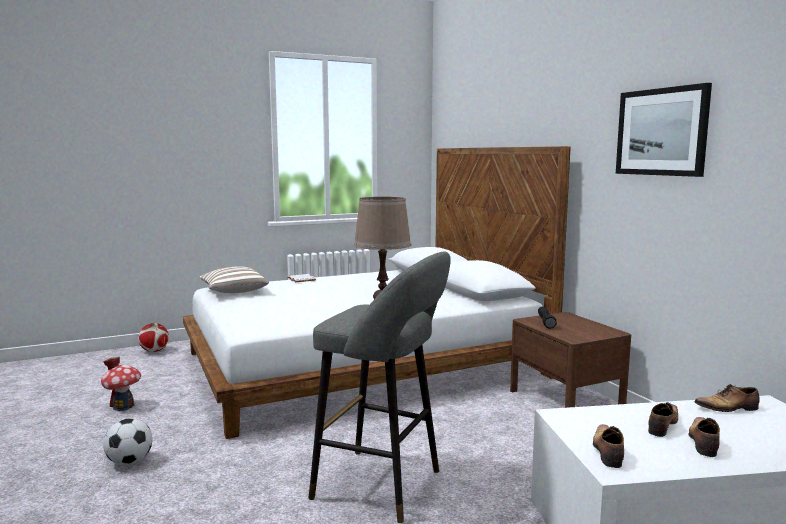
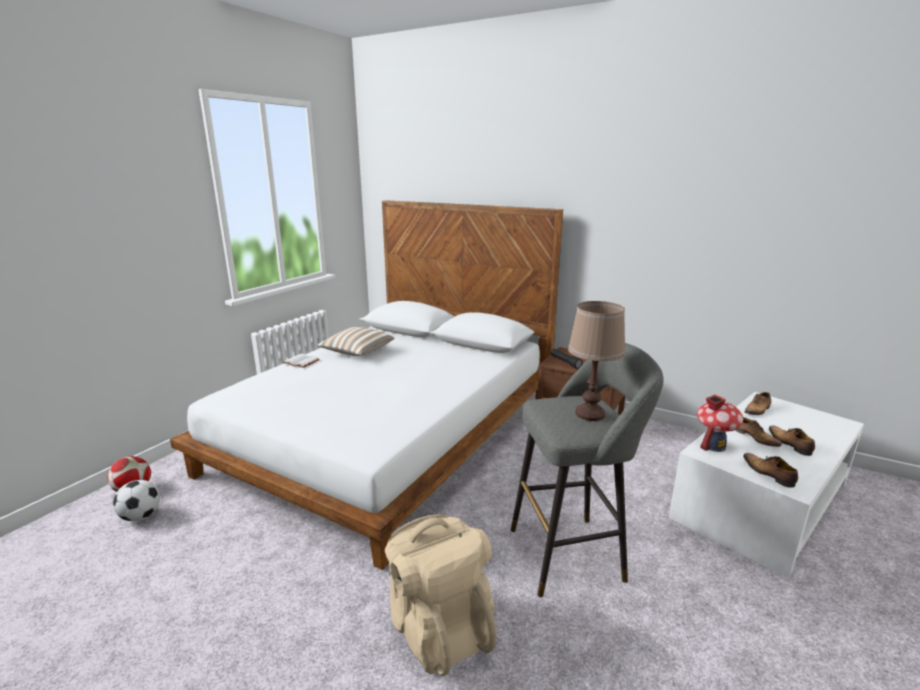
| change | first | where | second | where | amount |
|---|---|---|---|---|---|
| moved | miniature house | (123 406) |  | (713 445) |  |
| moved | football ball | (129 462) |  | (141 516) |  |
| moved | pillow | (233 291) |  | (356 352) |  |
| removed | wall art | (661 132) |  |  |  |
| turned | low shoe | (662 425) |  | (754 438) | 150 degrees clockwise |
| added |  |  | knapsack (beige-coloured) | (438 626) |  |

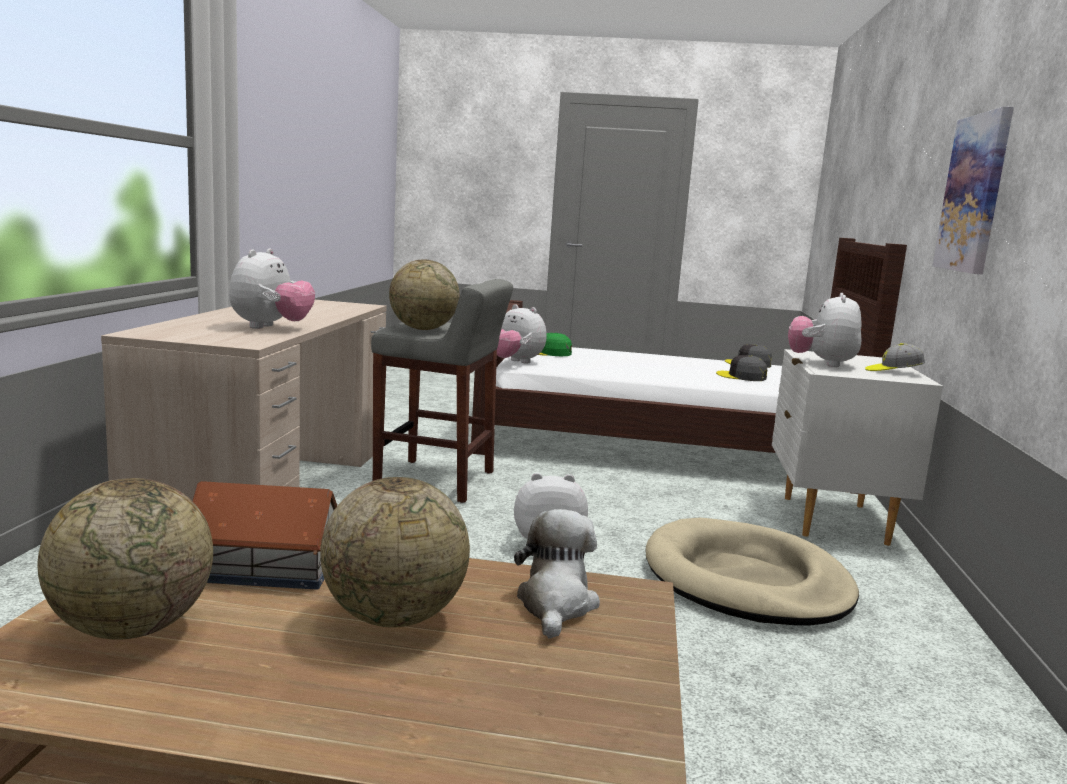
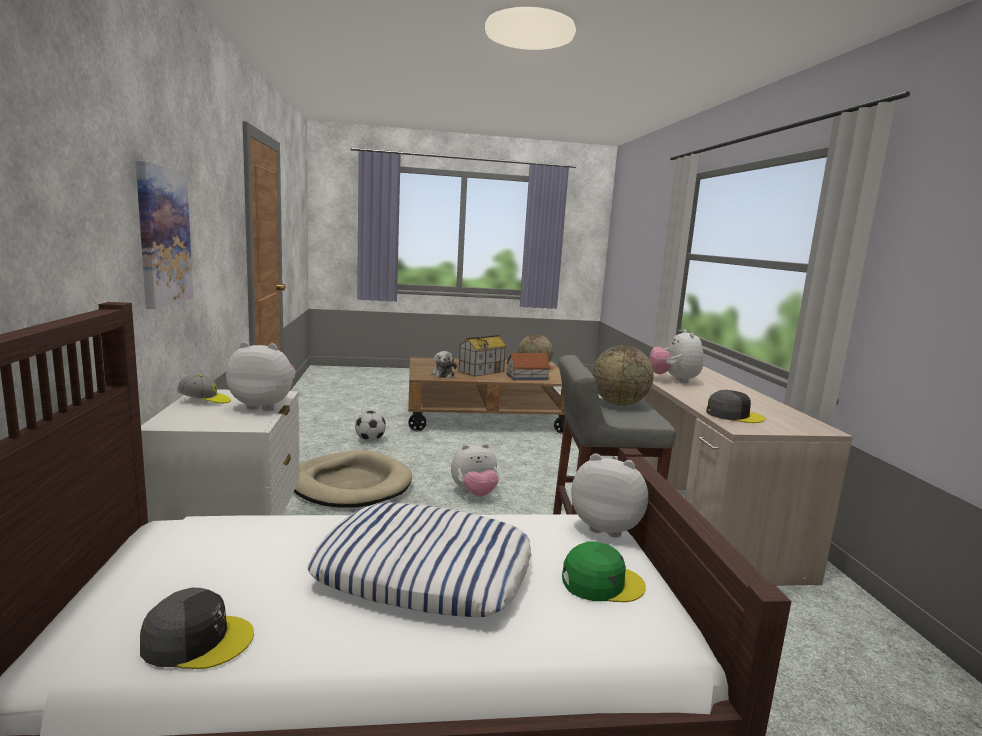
| change | first | where | second | where | amount |
|---|---|---|---|---|---|
| replaced | globe | (393 617) | miniature house | (481 371) |  |
| moved | baseball cap (gray) | (741 376) |  | (733 415) |  |
| turned | soft toy | (821 363) |  | (264 406) | 90 degrees counterclockwise |
| added |  |  | pillow | (425 571) |  |
| added |  |  | football ball | (370 440) |  |

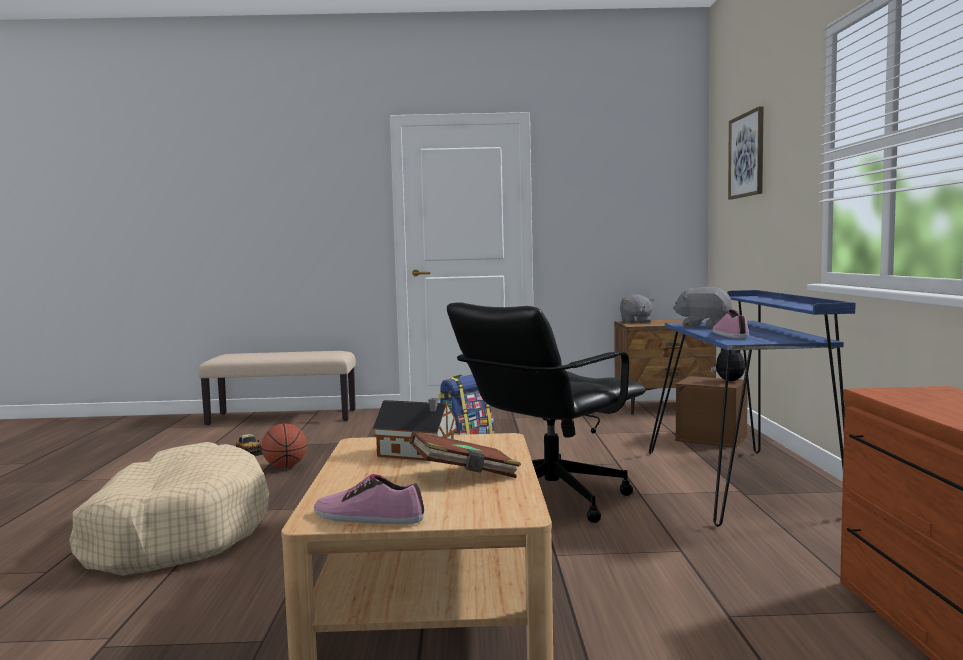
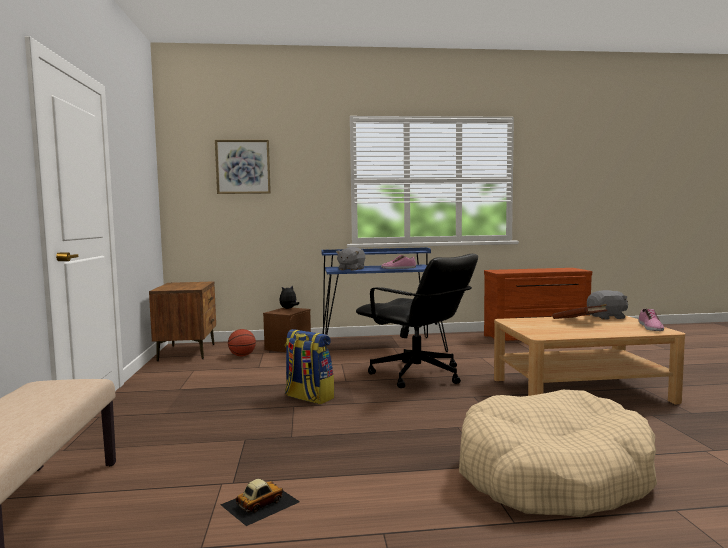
| change | first | where | second | where | amount |
|---|---|---|---|---|---|
| moved | ball for basketball | (285 467) |  | (242 356) |  |
| removed | miniature house | (418 453) |  |  |  |
| moved | soft toy (gray) | (635 322) |  | (607 317) |  |

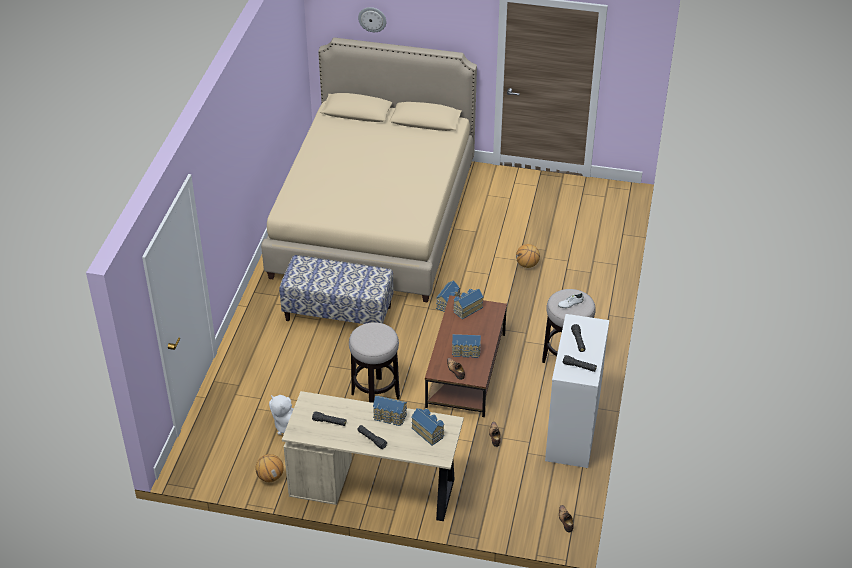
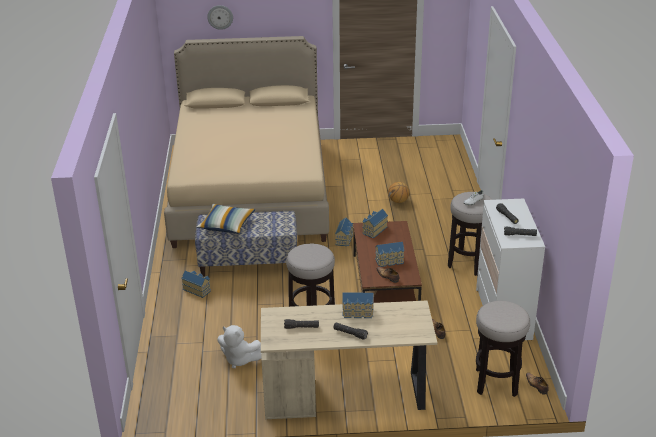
| change | first | where | second | where | amount |
|---|---|---|---|---|---|
| removed | ball for basketball | (270 477) |  |  |  |
| moved | miniature house | (428 432) |  | (197 289) |  |
| added |  |  | pillow | (227 225) |  |
| added |  |  | stool seat | (496 382) |  |

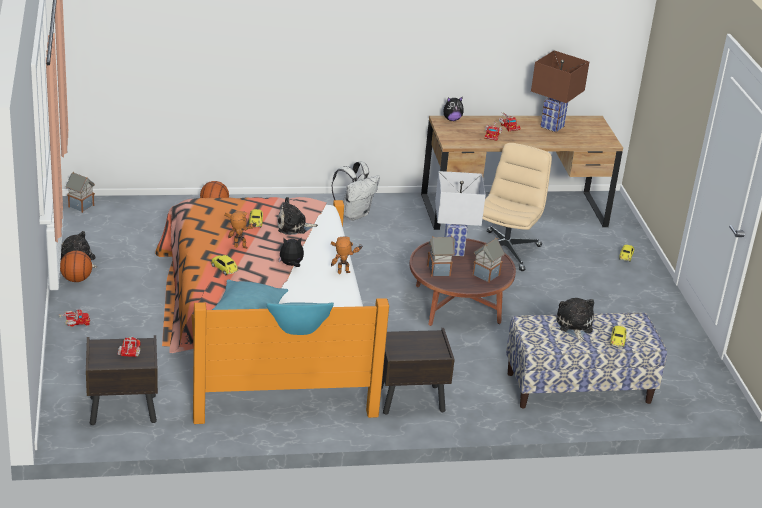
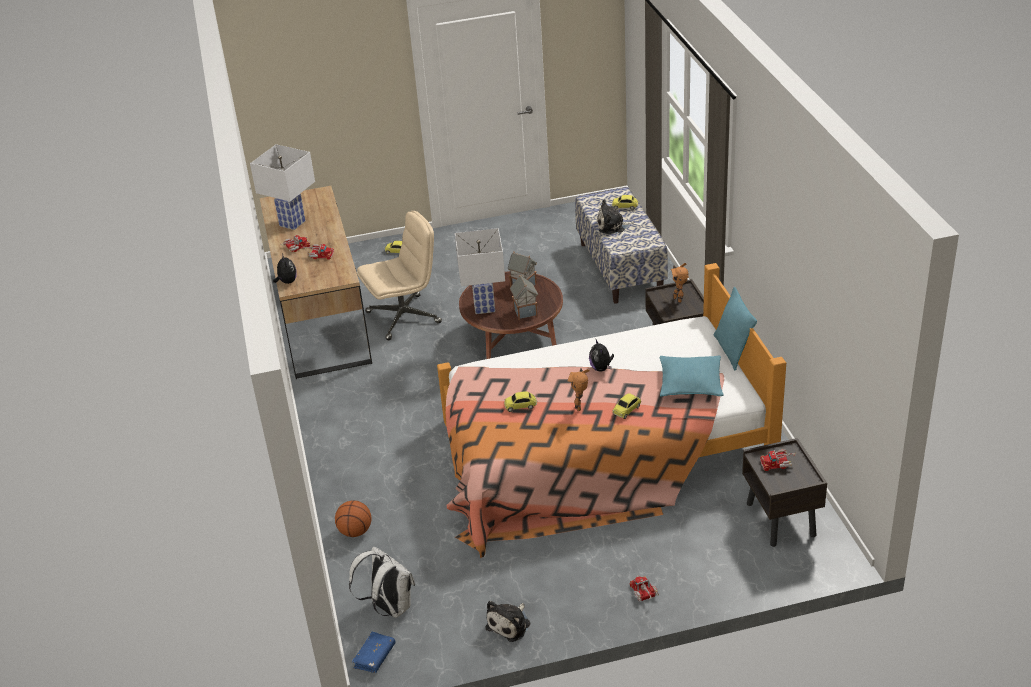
| change | first | where | second | where | amount |
|---|---|---|---|---|---|
| removed | ball for basketball | (76 279) |  |  |  |
| replaced | miniature house | (80 206) | bound book (bluish) | (374 657) |  |
| removed | soft toy | (294 227) |  |  |  |
| moved | knapsack (whitish) | (354 214) |  | (389 607) |  |
| moved | model robot | (344 274) |  | (678 299) |  |
| turned | computer chair (beige-coloured) | (505 250) |  | (404 317) | 135 degrees clockwise |
| recoloured | lamp for a table (brown) | (553 126) | lamp for a table (whitish) | (292 223) |  |

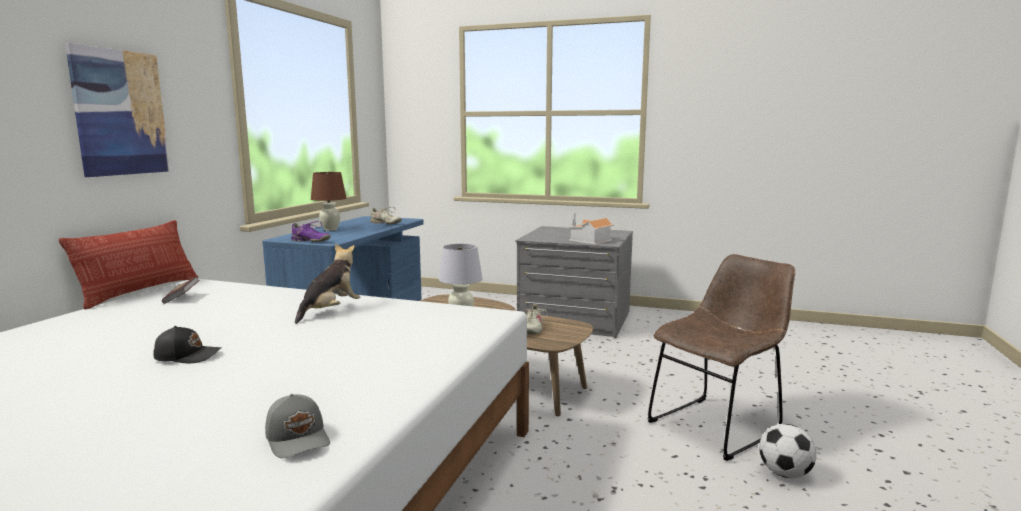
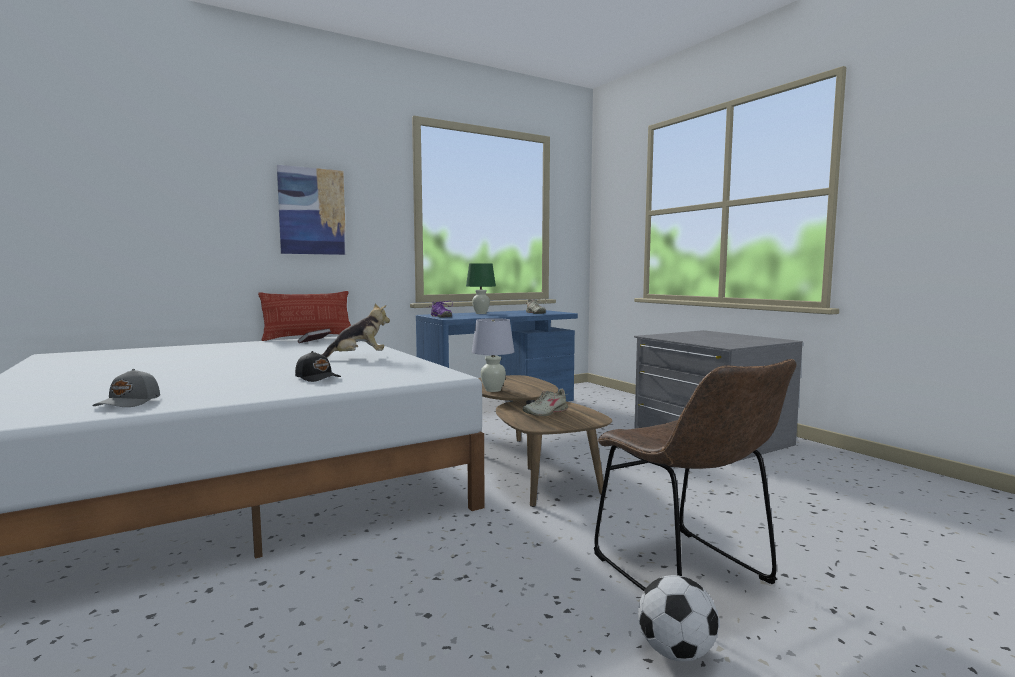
| change | first | where | second | where | amount |
|---|---|---|---|---|---|
| moved | baseball cap (black-coloured) | (188 355) |  | (318 377) |  |
| recoloured | lamp for a table (brown) | (330 229) | lamp for a table (green) | (480 313) |  |
| removed | miniature house | (589 241) |  |  |  |
| turned | plain chair (brown) | (718 425) |  | (687 574) | 60 degrees clockwise |

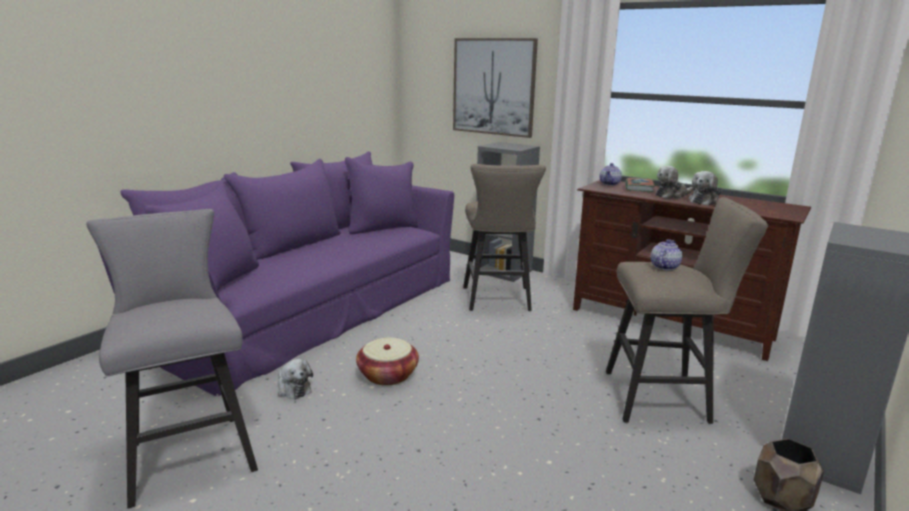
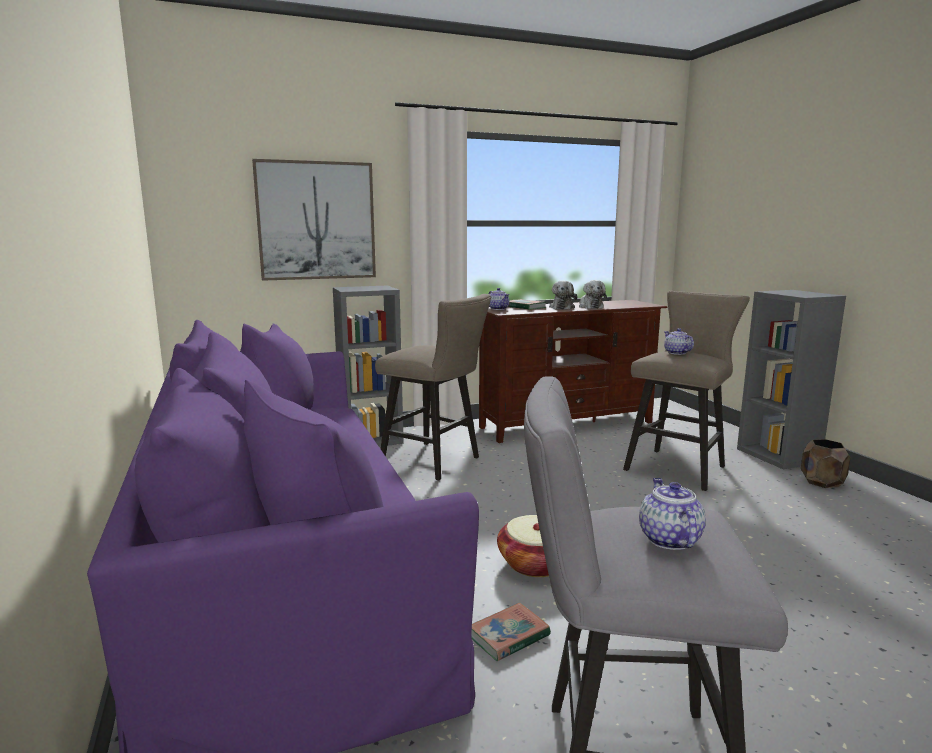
| change | first | where | second | where | amount |
|---|---|---|---|---|---|
| replaced | soft toy | (293 388) | bound book | (509 636) |  |
| added |  |  | tea pot | (668 539) |  |

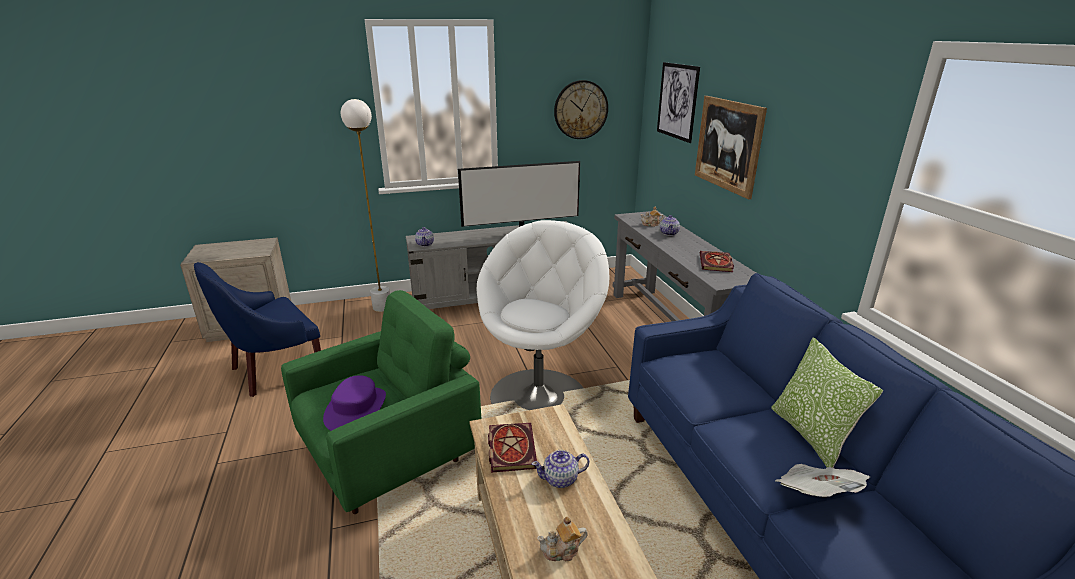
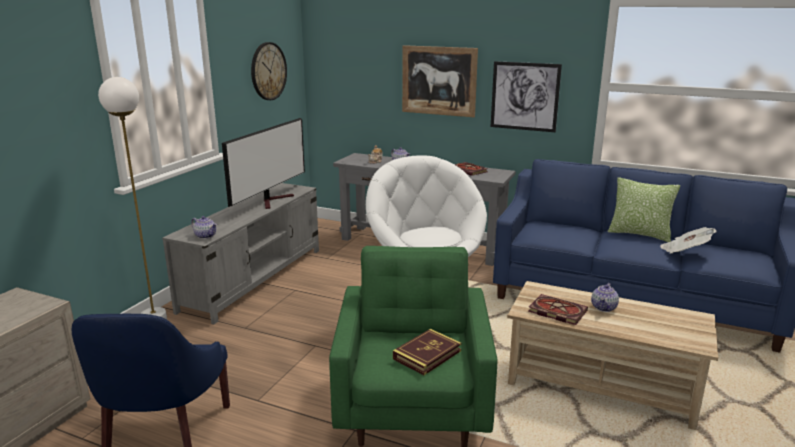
| change | first | where | second | where | amount |
|---|---|---|---|---|---|
| replaced | wearable hat (purplish) | (356 409) | bound book | (427 355) |  |
| removed | tea pot | (562 551) |  |  |  |
| moved | wall art | (677 101) |  | (524 96) |  |

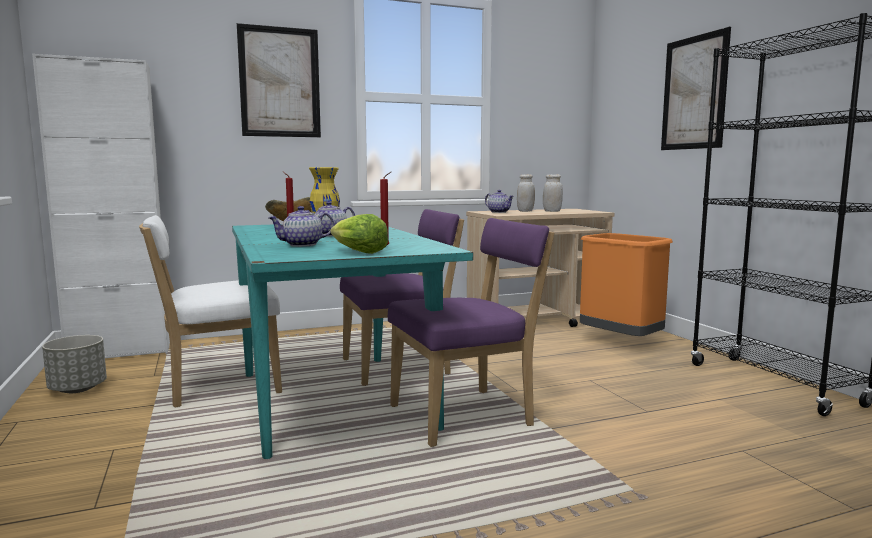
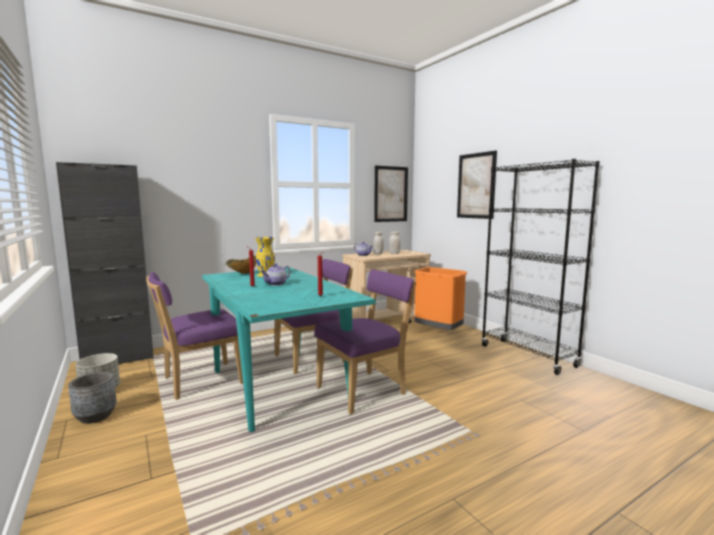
| change | first | where | second | where | amount |
|---|---|---|---|---|---|
| recoloured | storage cabinet (whitish) | (120 352) | storage cabinet (black-coloured) | (118 360) |  |
| recoloured | plain chair (whitish) | (218 386) | plain chair (purplish) | (199 381) |  |
| moved | wall art | (280 82) |  | (391 194) |  |
| removed | tea pot | (302 245) |  |  |  |
| removed | lettuce head | (358 252) |  |  |  |
| added |  |  | planter (gray) | (95 416) |  |

